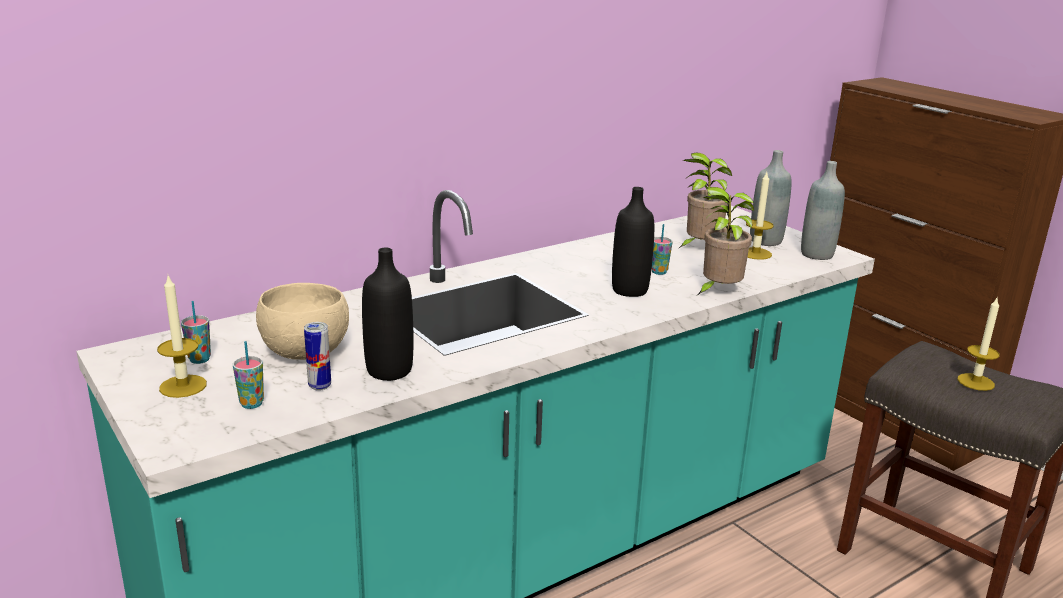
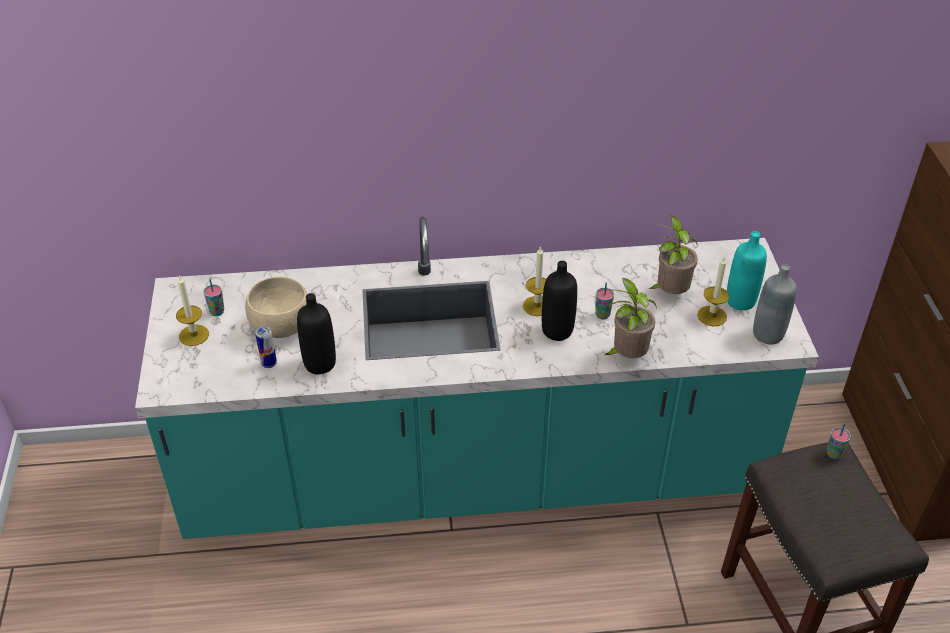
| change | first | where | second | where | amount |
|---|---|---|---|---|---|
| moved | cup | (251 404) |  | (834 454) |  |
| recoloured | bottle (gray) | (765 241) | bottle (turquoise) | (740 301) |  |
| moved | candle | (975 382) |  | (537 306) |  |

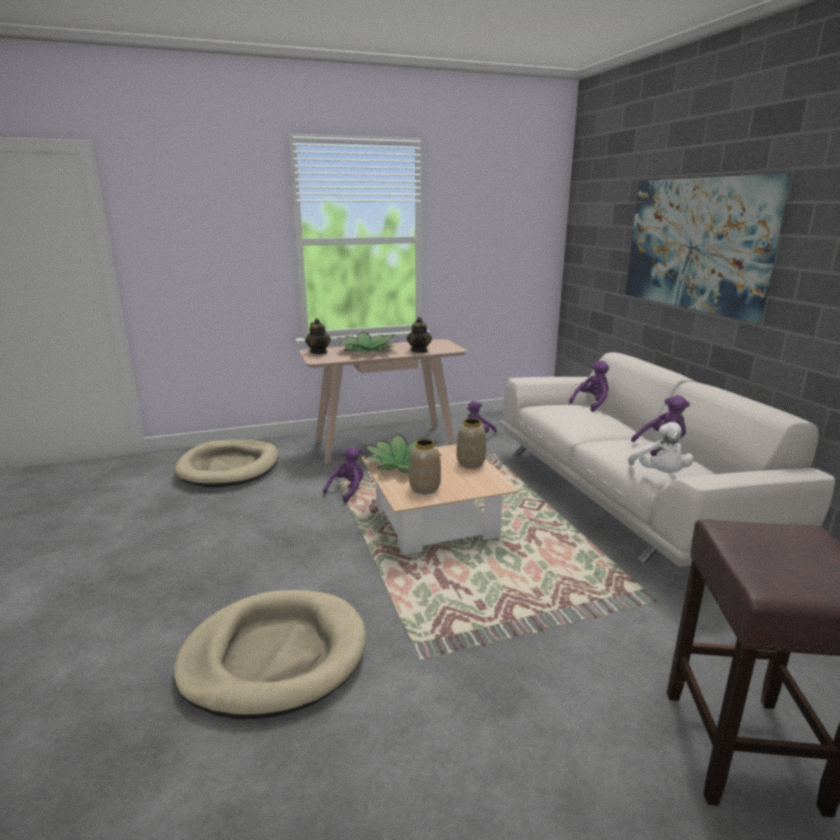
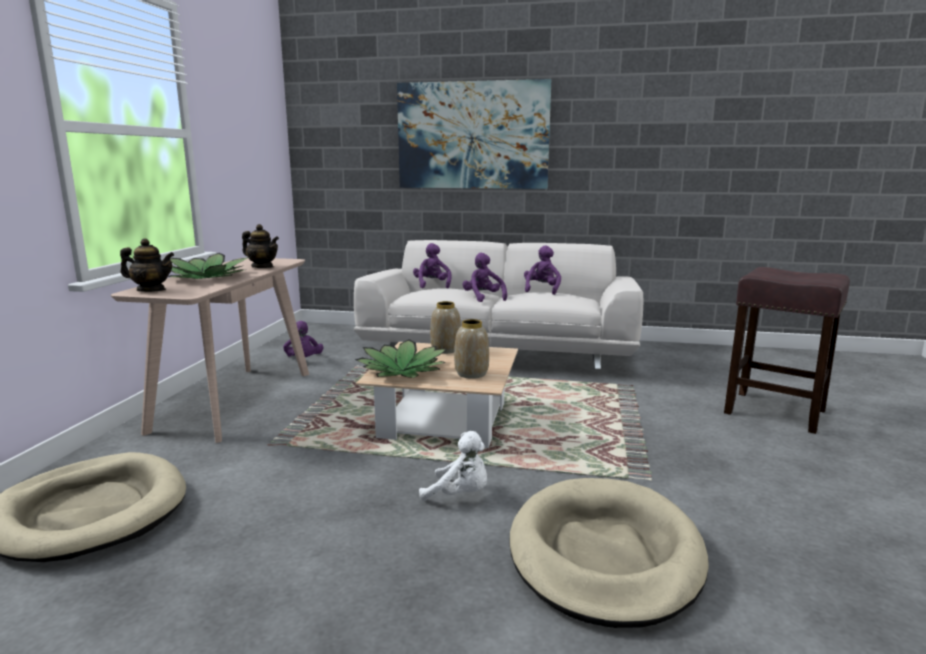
| change | first | where | second | where | amount |
|---|---|---|---|---|---|
| moved | soft toy (purplish) | (347 491) |  | (483 298) |  |
| moved | soft toy (whitish) | (660 474) |  | (460 495) |  |

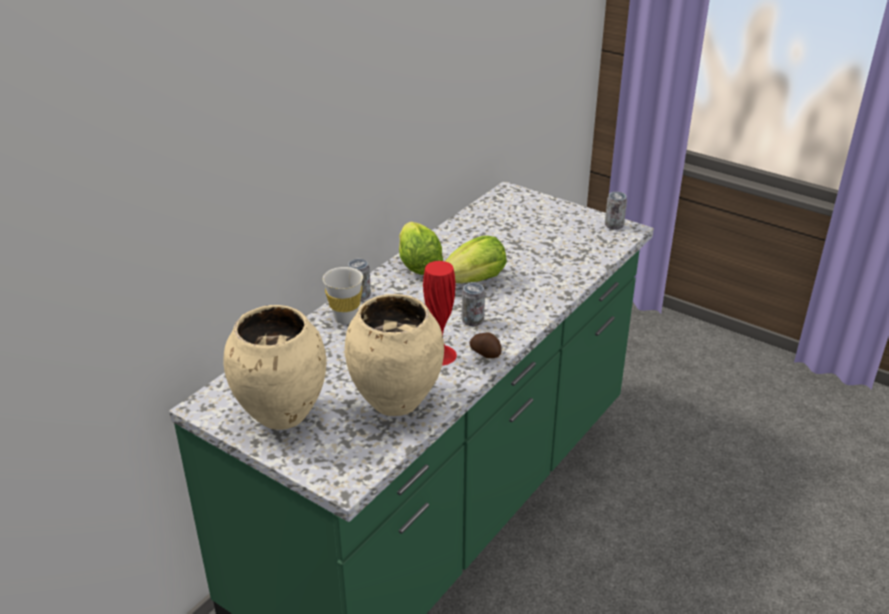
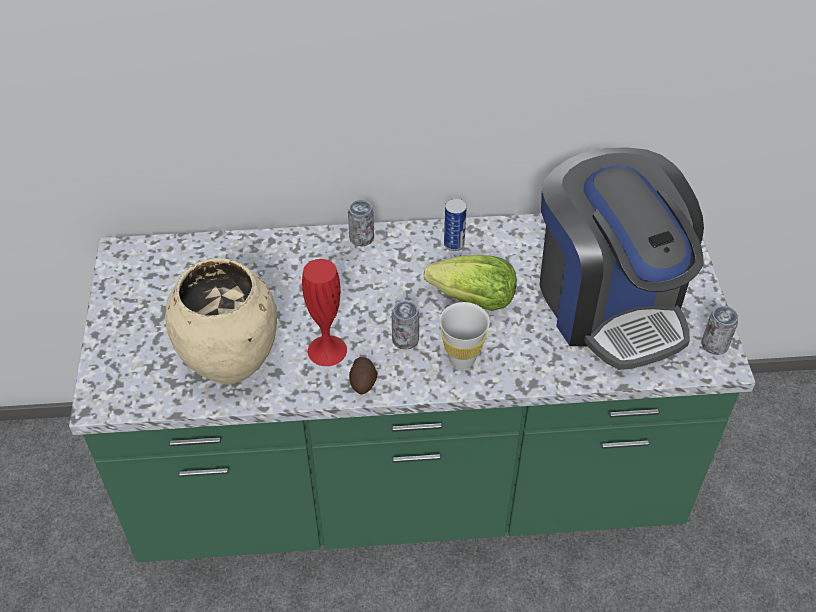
| change | first | where | second | where | amount |
|---|---|---|---|---|---|
| removed | vase (beige-coloured) | (283 415) |  |  |  |
| moved | cup (whitish) | (345 318) |  | (462 358) |  |
| replaced | lettuce head | (418 265) | can | (454 244) |  |
| added |  |  | coffee maker | (609 302) |  |

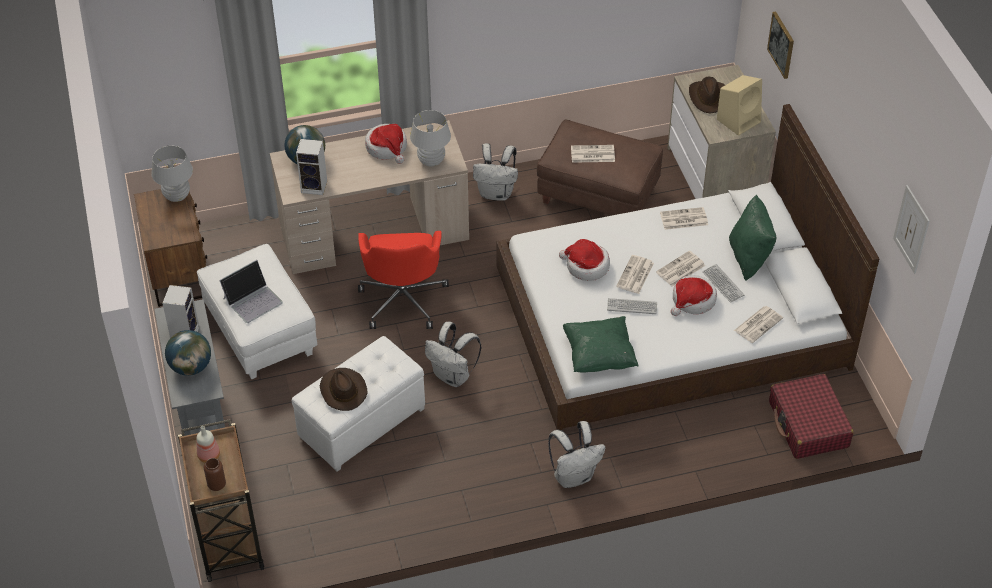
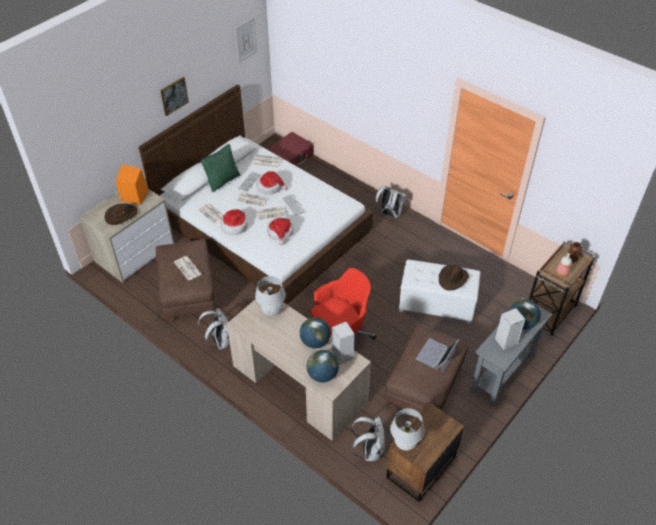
| change | first | where | second | where | amount |
|---|---|---|---|---|---|
| recoloured | footrest (whitish) | (261 333) | footrest (brown) | (424 387) |  |
| turned | laptop | (253 300) |  | (436 355) | 75 degrees counterclockwise |
| moved | wearable hat | (387 148) |  | (235 226) |  |
| moved | knapsack (whitish) | (453 376) |  | (369 450) |  |
| removed | pillow (green) | (599 356) |  |  |  |
| recoloured | loudspeaker (beige-coloured) | (739 120) | loudspeaker (orangey) | (134 196) |  |
| moved | wall art | (781 44) |  | (174 96) |  |
| added |  |  | globe | (315 342) |  |

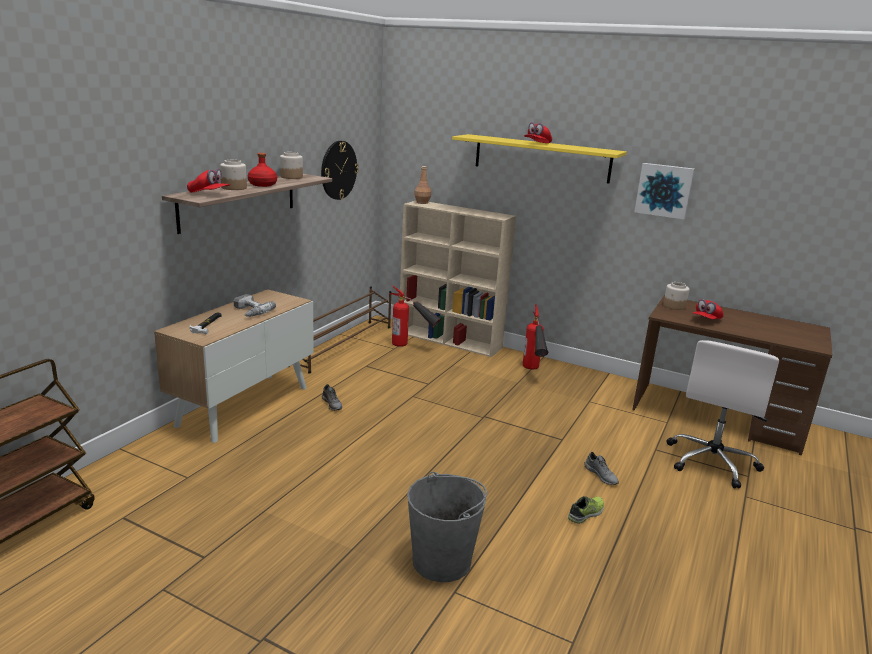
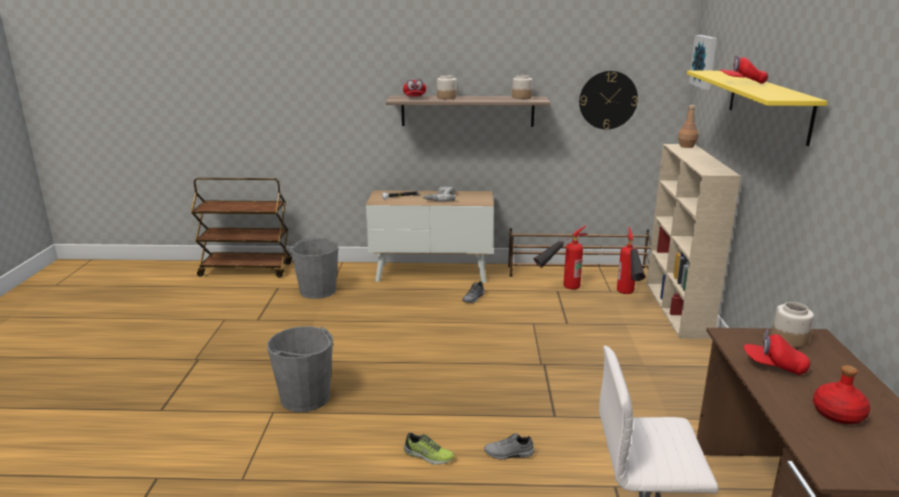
| change | first | where | second | where | amount |
|---|---|---|---|---|---|
| moved | bottle (red) | (263 184) |  | (838 414) |  |
| moved | fire-fighting cylinder | (533 373) |  | (559 289) |  |
| turned | low shoe (gray) | (601 475) |  | (508 454) | 60 degrees clockwise |
| moved | wall art | (664 190) |  | (705 61) |  |
| added |  |  | bucket (gray) | (318 290) |  |

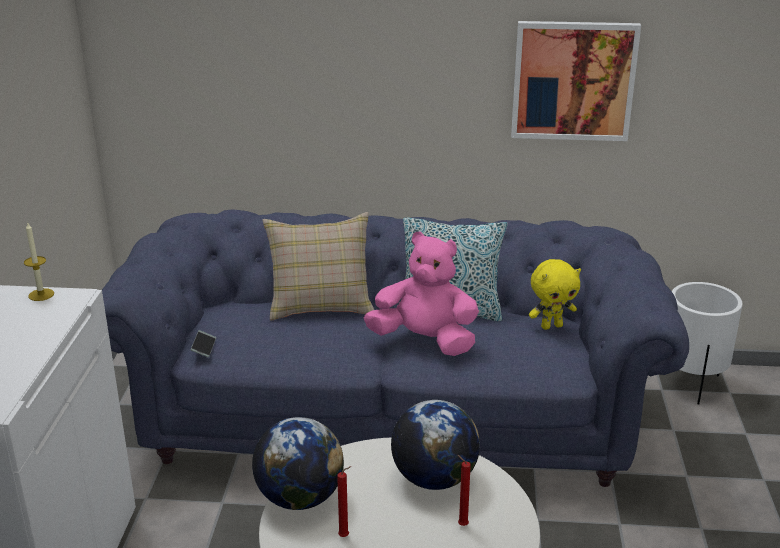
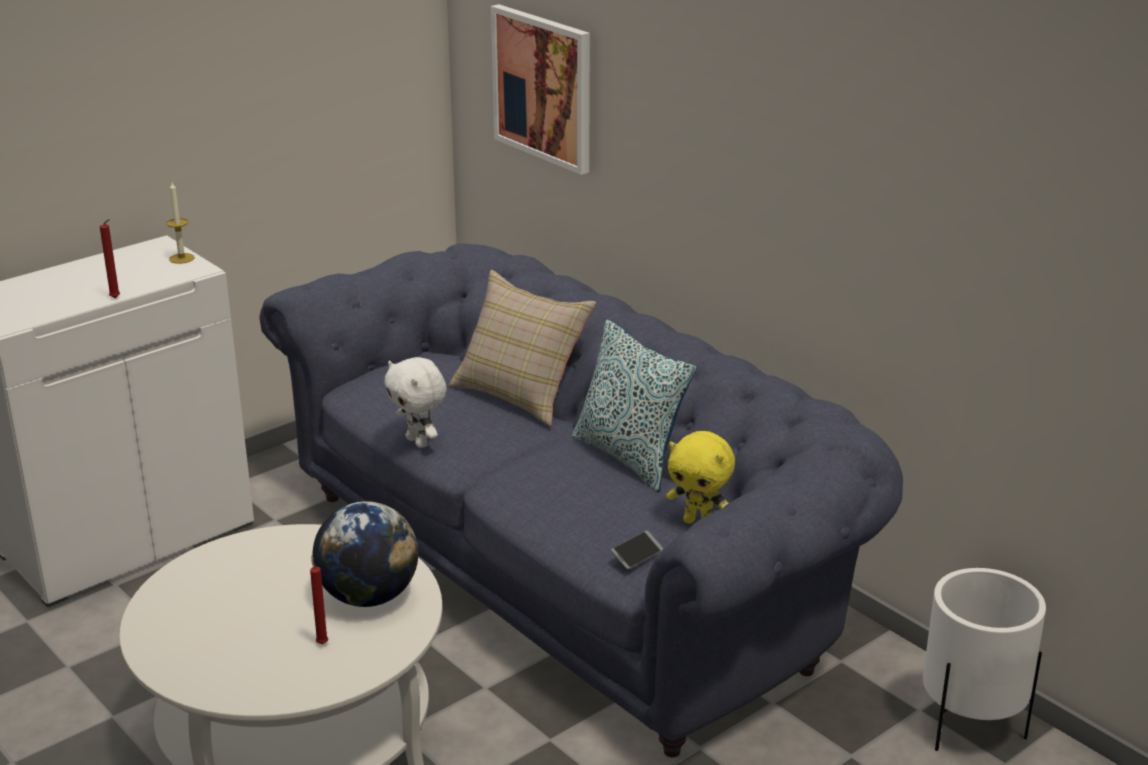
| change | first | where | second | where | amount |
|---|---|---|---|---|---|
| moved | phone | (204 347) |  | (637 555) |  |
| removed | globe | (300 498) |  |  |  |
| moved | candle (red) | (345 536) |  | (116 298) |  |
| removed | soft toy (pink) | (424 341) |  |  |  |
| moved | wall art | (573 80) |  | (543 87) |  |
| added |  |  | soft toy (whitish) | (419 442) |  |

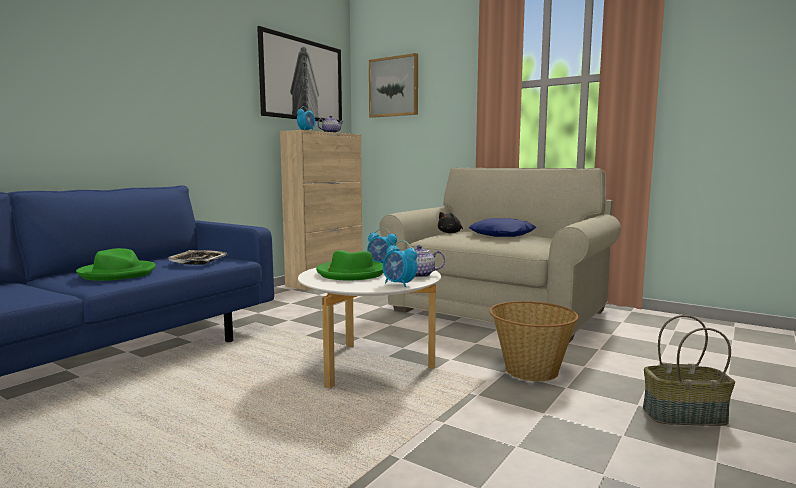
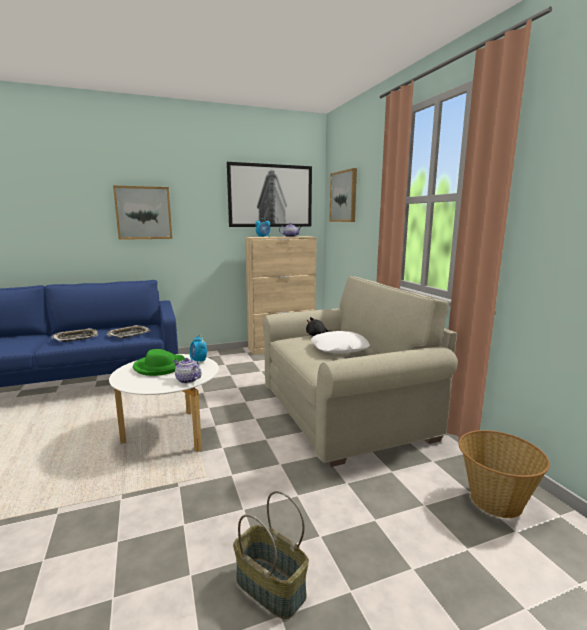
| change | first | where | second | where | amount |
|---|---|---|---|---|---|
| replaced | wearable hat (green) | (118 273) | serving tray | (76 338) |  |
| removed | alarm clock | (399 284) |  |  |  |
| recoloured | pillow (bluish) | (502 235) | pillow (whitish) | (339 349) |  |
| moved | basket | (530 370) |  | (495 500) |  |
| added |  |  | wall art | (143 213) |  |

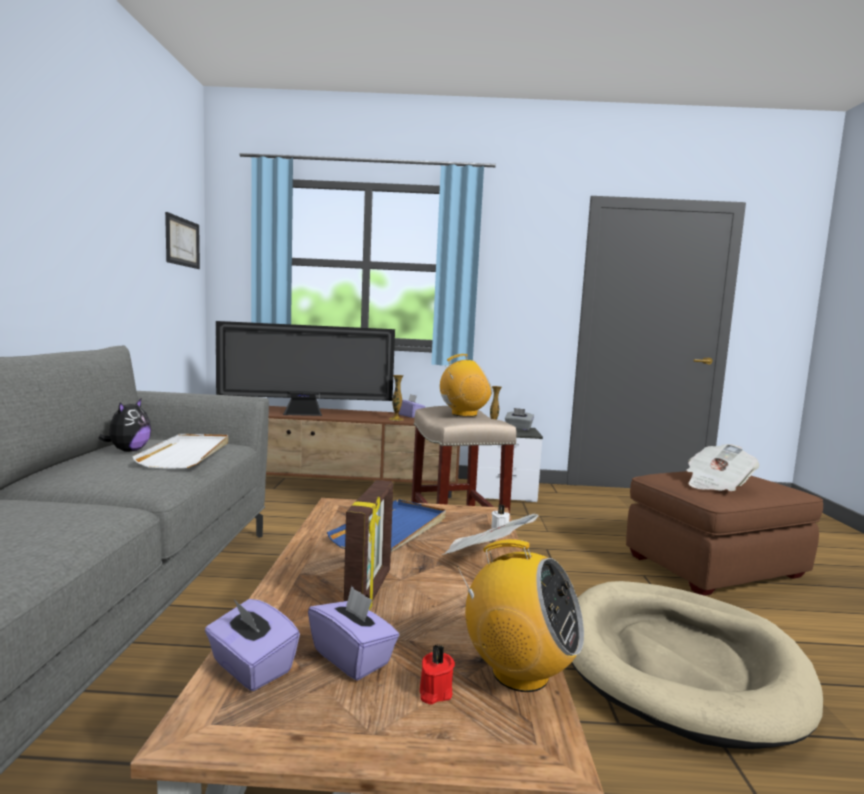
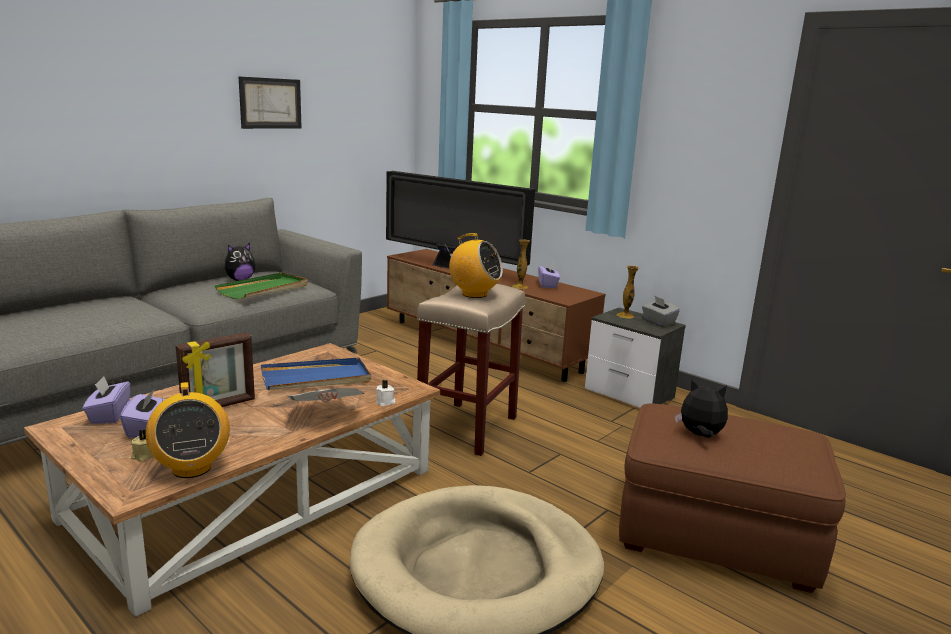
| change | first | where | second | where | amount |
|---|---|---|---|---|---|
| recoloured | serving tray (whitish) | (187 454) | serving tray (green) | (264 289) |  |
| moved | wall art | (182 242) |  | (270 103) |  |
| recoloured | candle (red) | (434 692) | candle (beige-coloured) | (143 456) |  |
| replaced | printed paper | (716 485) | soft toy | (700 435) |  |

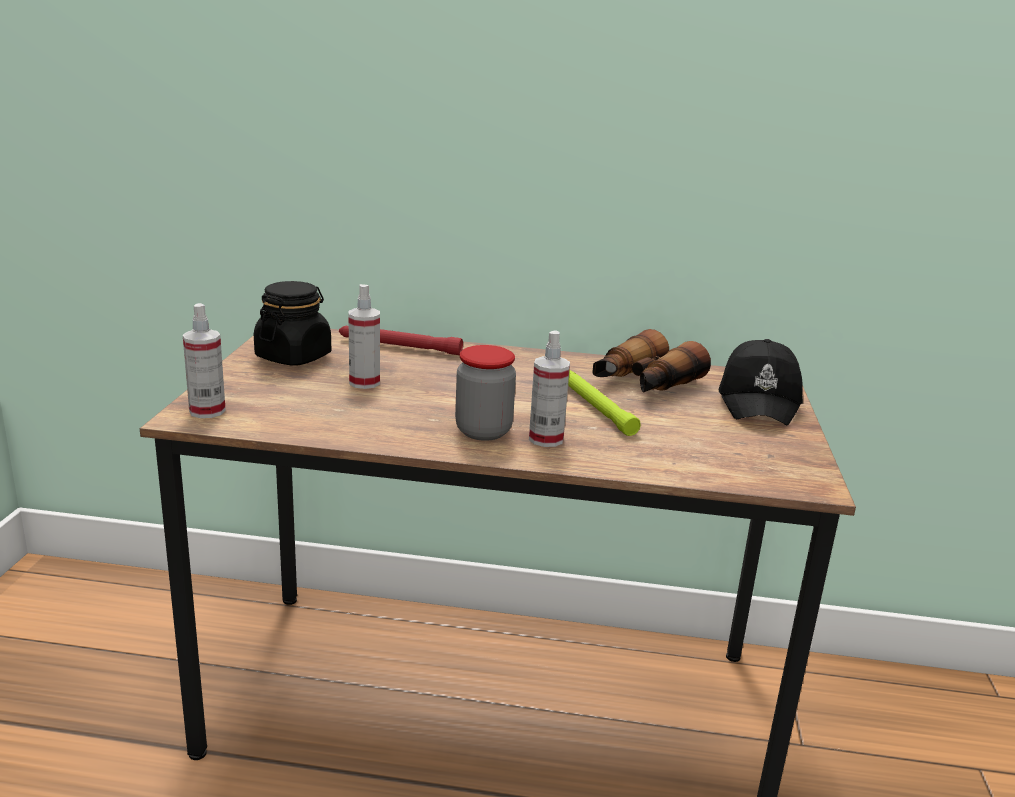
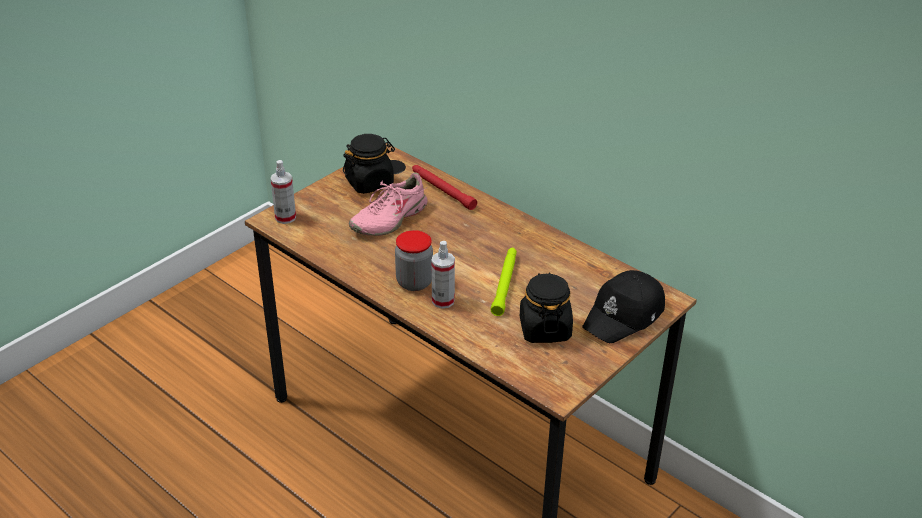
| change | first | where | second | where | amount |
|---|---|---|---|---|---|
| replaced | sprayer | (364 382) | low shoe (pink) | (389 219) |  |
| removed | pair of binoculars | (644 383) |  |  |  |
| added |  |  | preserve jar (black-coloured) | (544 329) |  |

